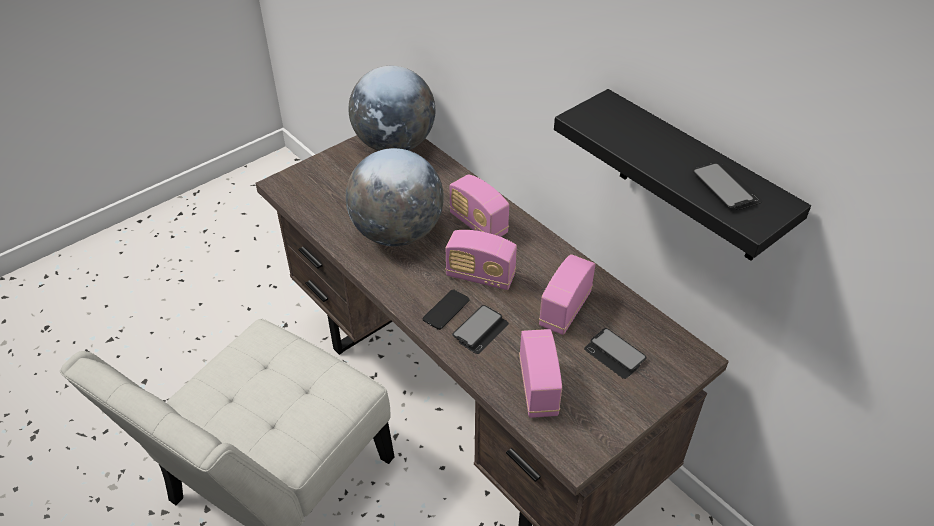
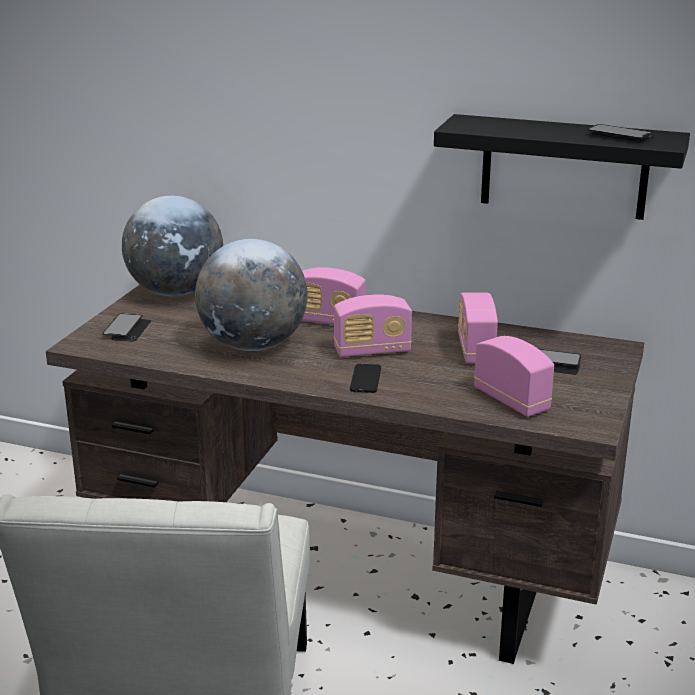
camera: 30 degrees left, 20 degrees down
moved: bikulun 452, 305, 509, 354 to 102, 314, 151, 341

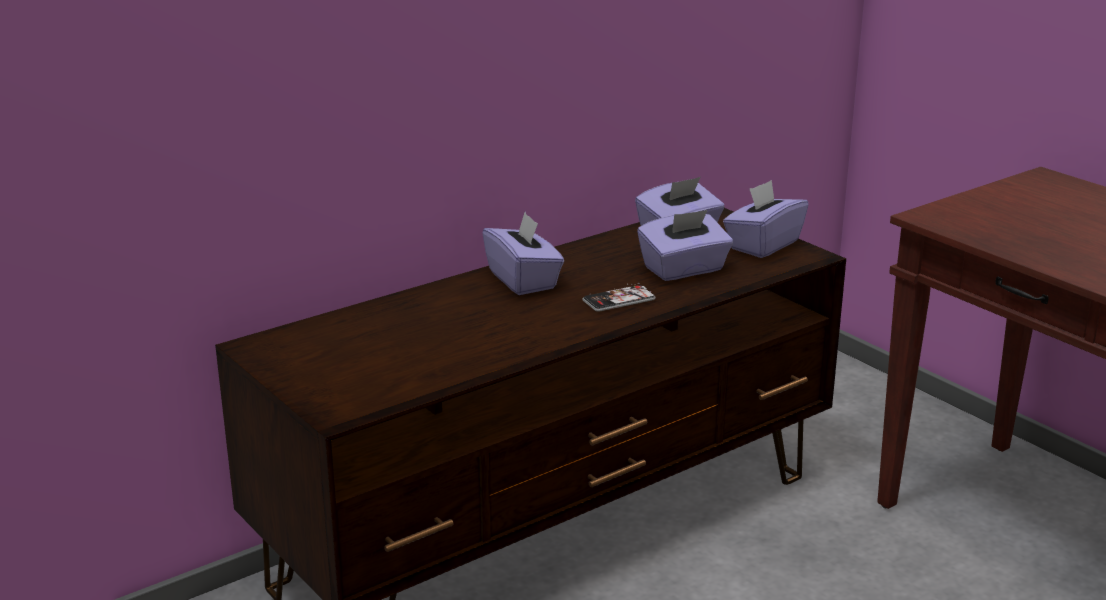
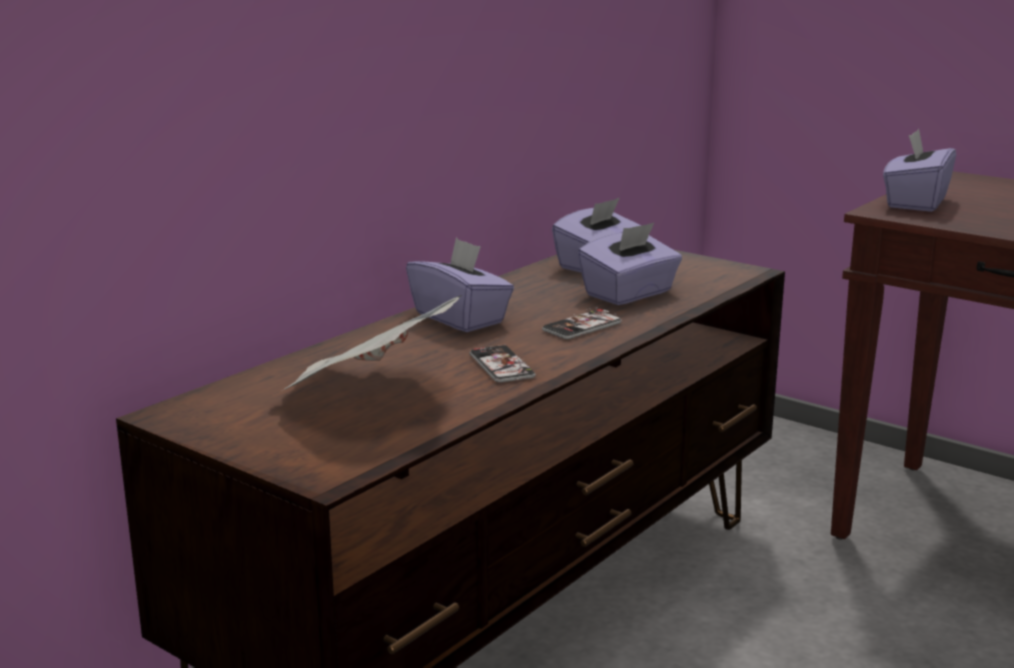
camera: 15 degrees left, 5 degrees down
added: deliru 275, 295, 462, 394; bikulun 470, 344, 535, 383
moved: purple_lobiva 723, 180, 809, 258 to 883, 129, 956, 212

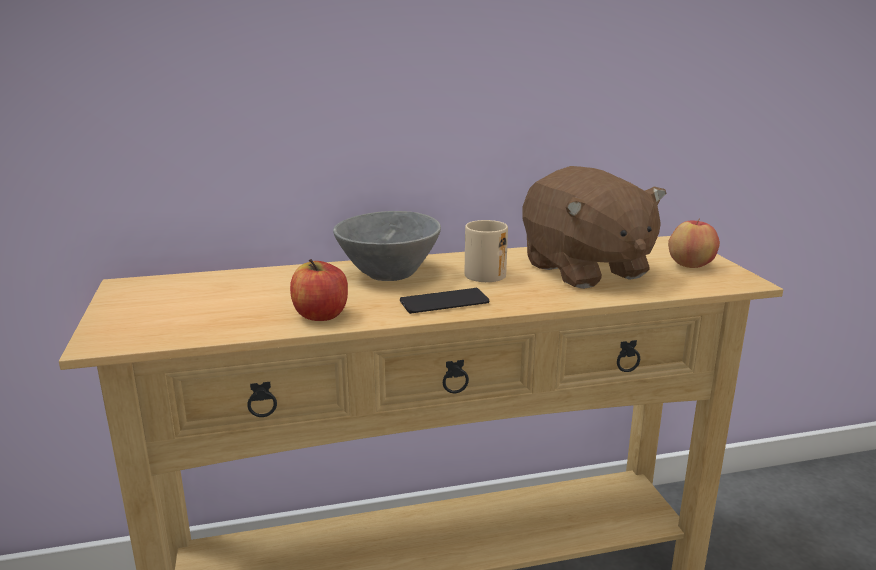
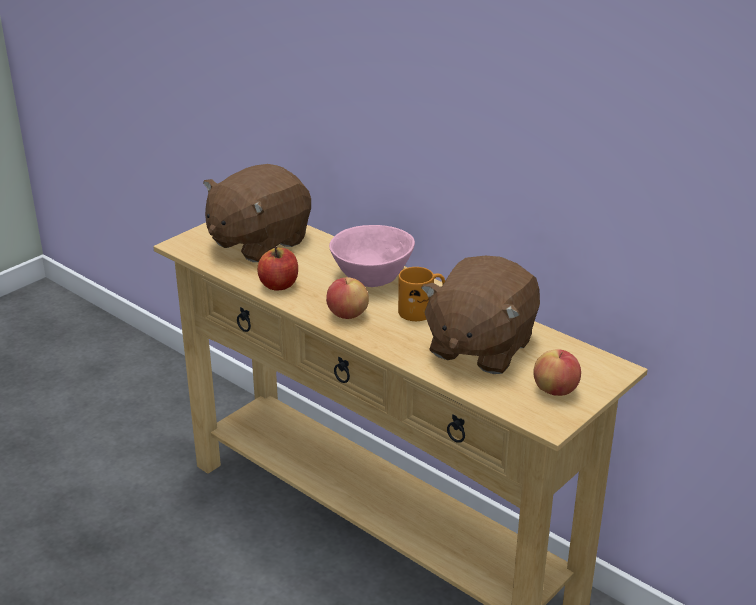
camera: 55 degrees right, 10 degrees up
added: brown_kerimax 203, 164, 311, 262
replaced: bikulun 400, 288, 489, 314 to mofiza 326, 277, 369, 319
recoloured: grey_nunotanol 333, 211, 441, 281 to pink_nunotanol 329, 225, 415, 287; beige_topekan 465, 220, 508, 282 to orange_topekan 398, 267, 445, 321

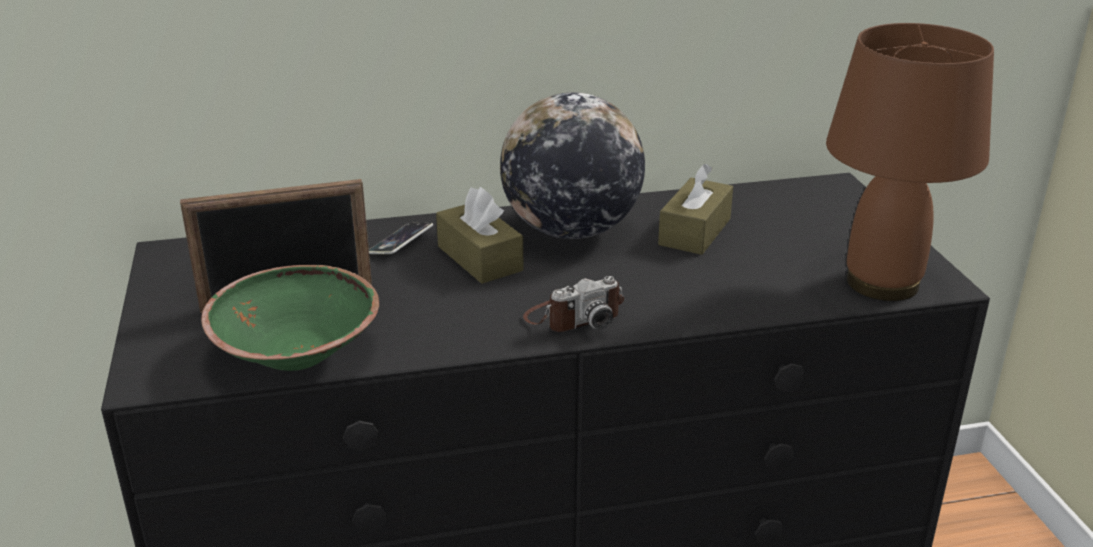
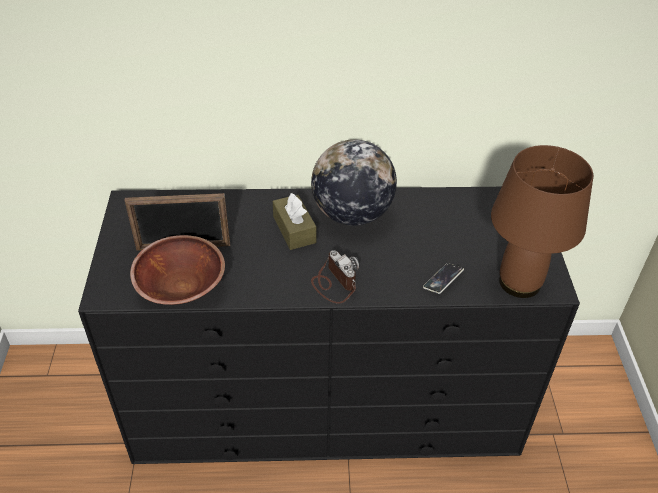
camera: 10 degrees right, 15 degrees up
removed: brown_lobiva 658, 164, 733, 255
moved: bikulun 369, 223, 433, 254 to 423, 263, 464, 294
recoloured: green_nunotanol 201, 265, 379, 371 to brown_nunotanol 130, 235, 225, 305
turned: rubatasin 523, 276, 624, 332 = 311, 250, 360, 304 105 degrees counterclockwise

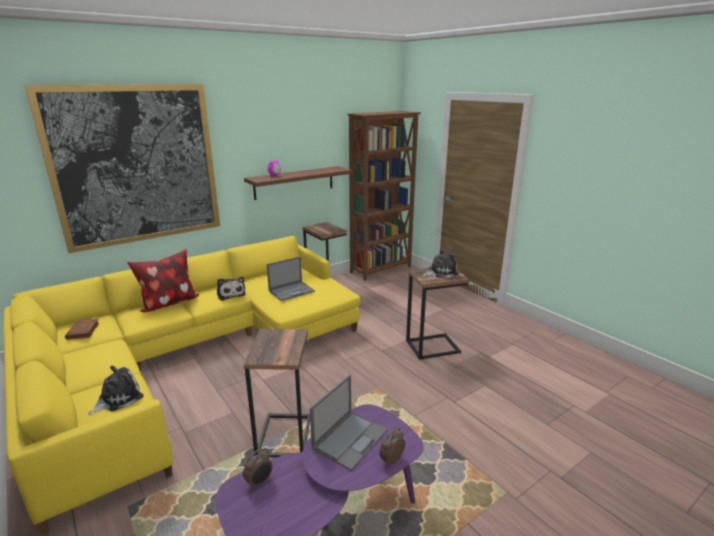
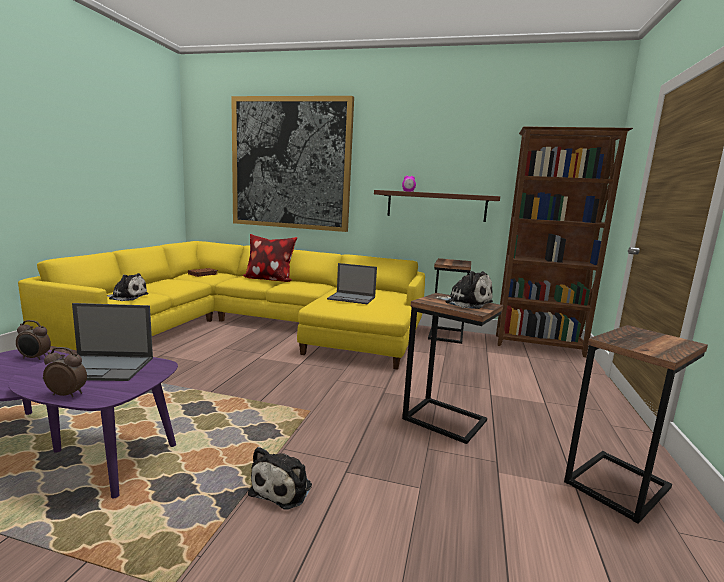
camera: 50 degrees right, 10 degrees down
moved: kerimax 217, 276, 246, 301 to 248, 447, 312, 510; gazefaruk 244, 329, 310, 457 to 564, 325, 708, 524

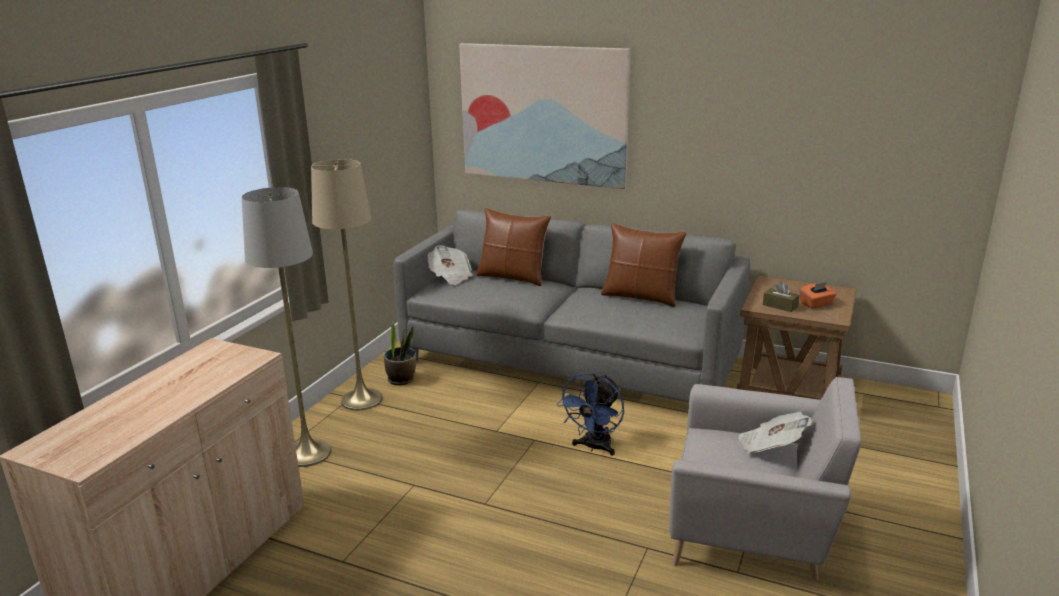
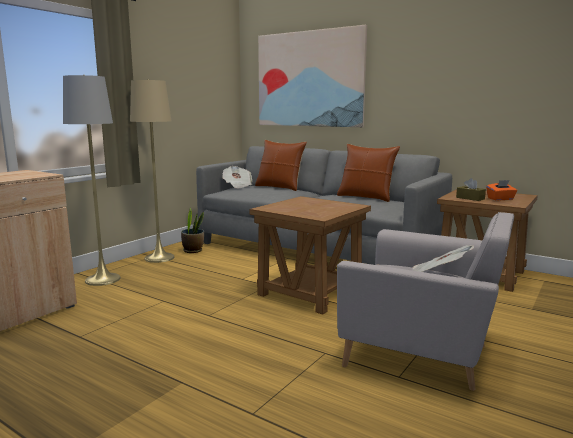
camera: 10 degrees right, 10 degrees down
replaced: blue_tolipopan 557, 373, 624, 456 to brown_gazefaruk 249, 196, 371, 314

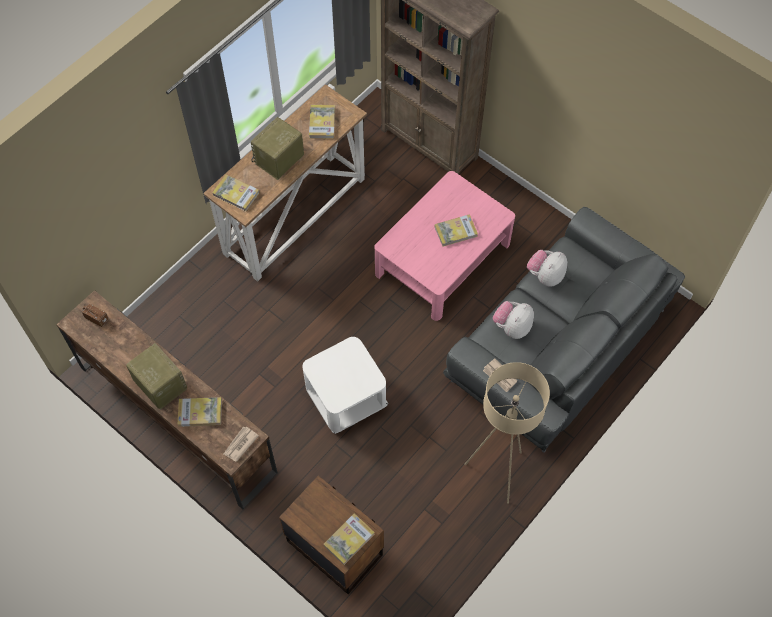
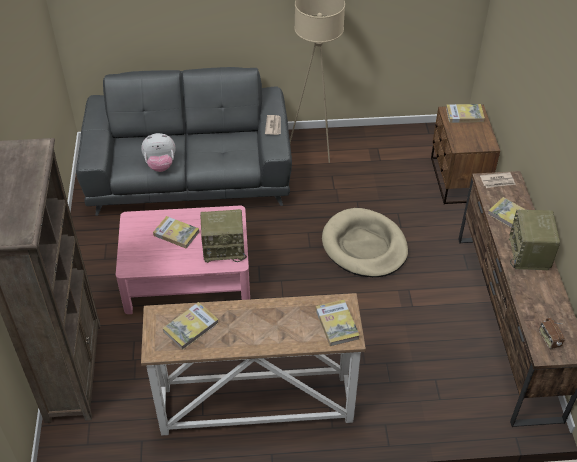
camera: 135 degrees left, 15 degrees down
removed: kerimax 493, 301, 534, 339
moved: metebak 251, 117, 304, 180 to 200, 209, 247, 263
replaced: white_gazefaruk 303, 337, 388, 434 to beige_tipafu 322, 208, 408, 277

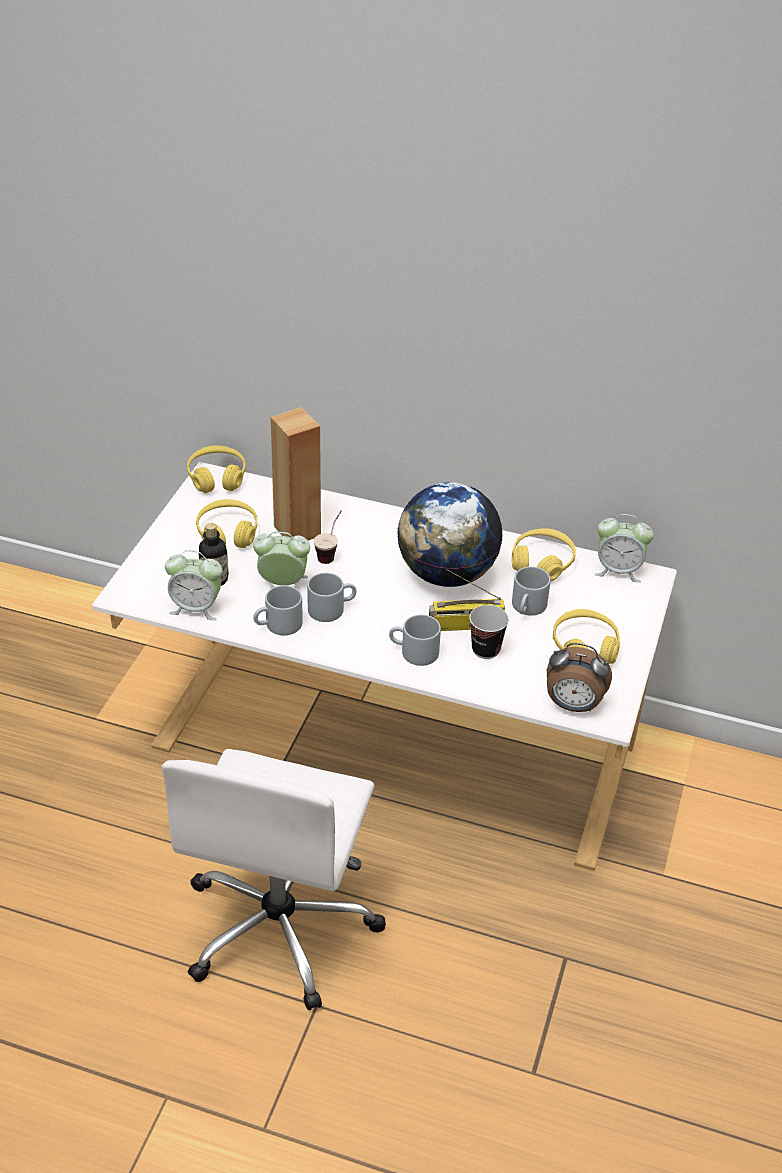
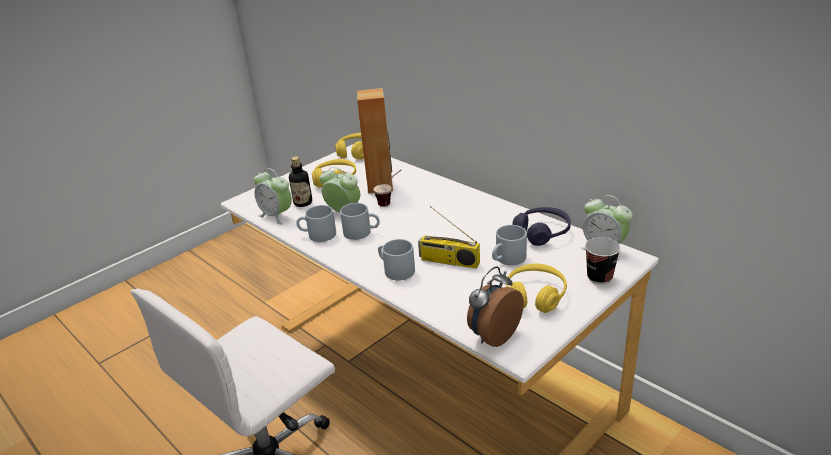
camera: 30 degrees right, 10 degrees down
removed: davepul 397, 482, 503, 587
moved: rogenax 469, 605, 509, 659 to 585, 237, 621, 284
recoloured: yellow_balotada 512, 528, 576, 582 to purple_balotada 512, 207, 571, 246
turned: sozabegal 547, 643, 612, 712 = 467, 266, 524, 347 90 degrees clockwise

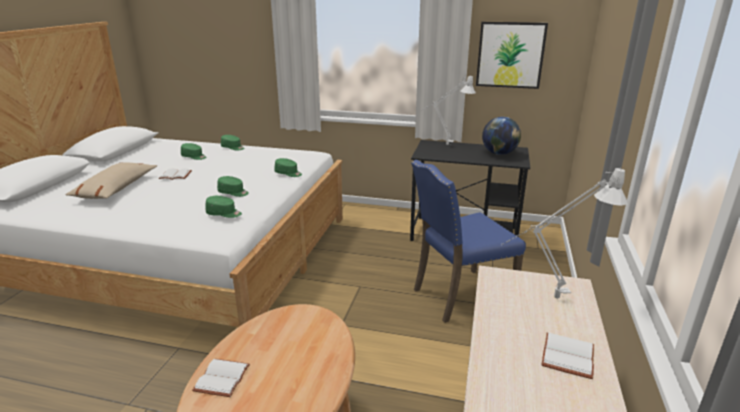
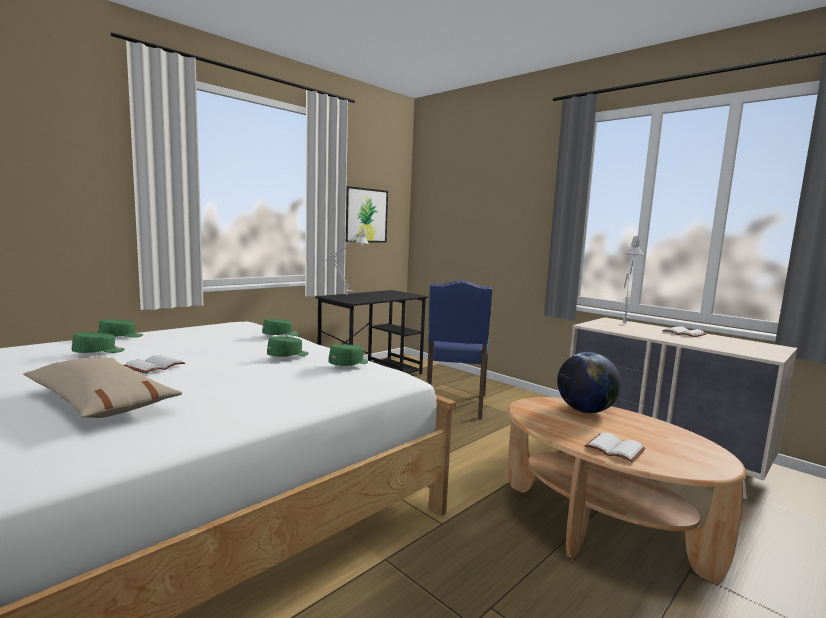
camera: 60 degrees left, 15 degrees down
moved: davepul 482, 117, 521, 155 to 557, 352, 621, 413

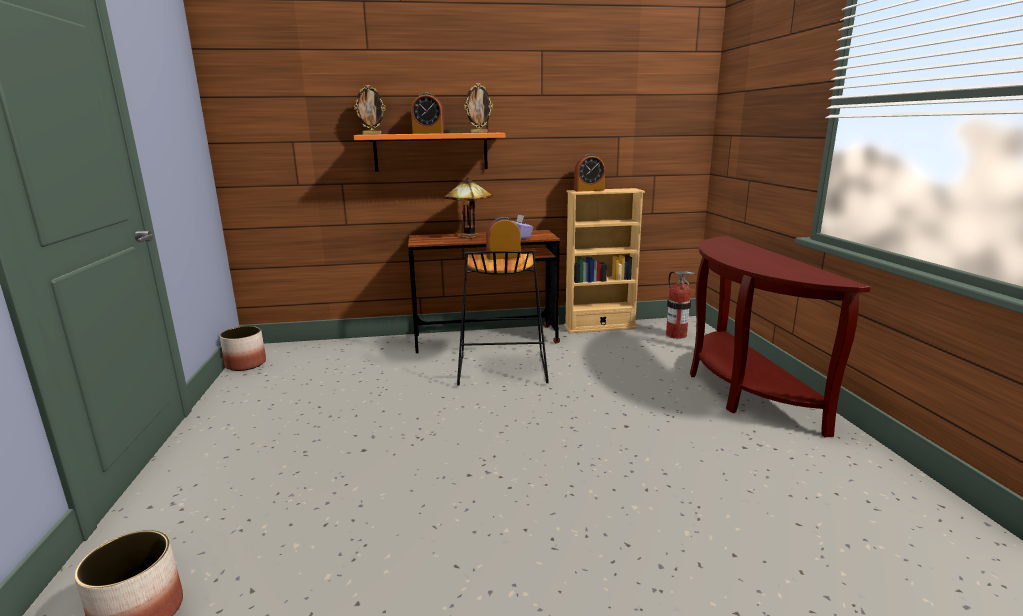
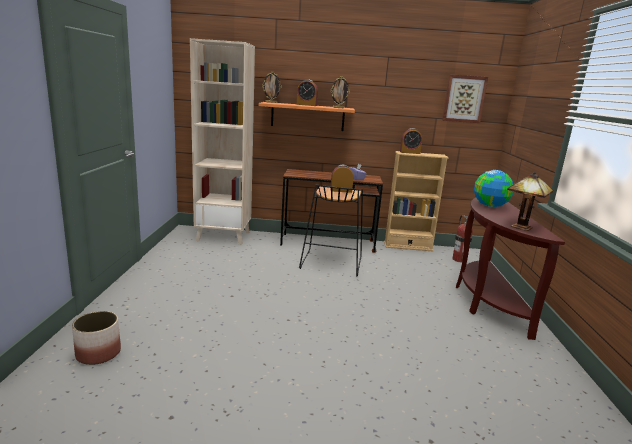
camera: 10 degrees right, 0 degrees up
removed: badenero 220, 326, 266, 371
added: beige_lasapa 190, 38, 255, 245; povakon 442, 74, 488, 123; davepul 474, 170, 513, 207
moved: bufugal 444, 177, 493, 239 to 507, 172, 553, 231

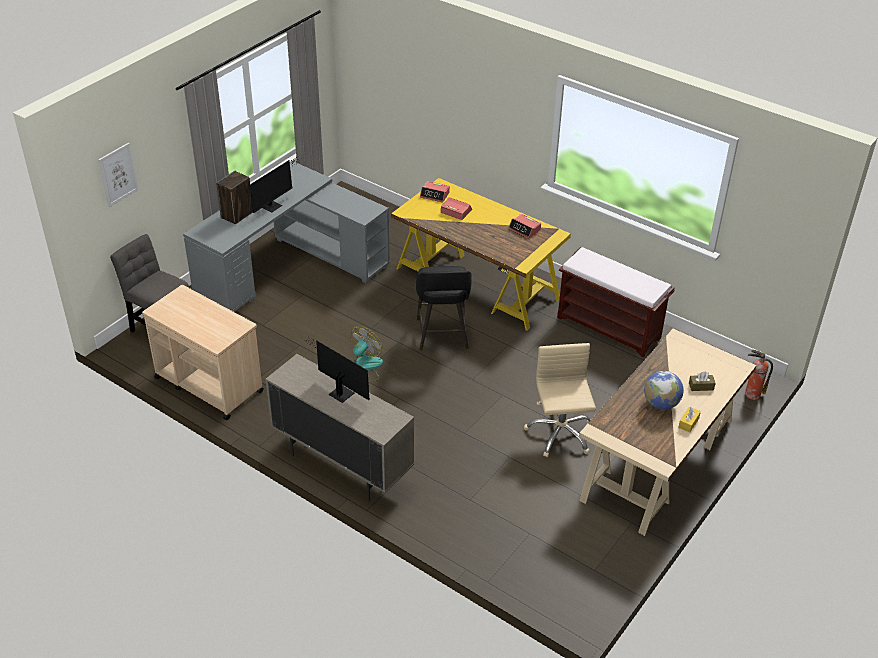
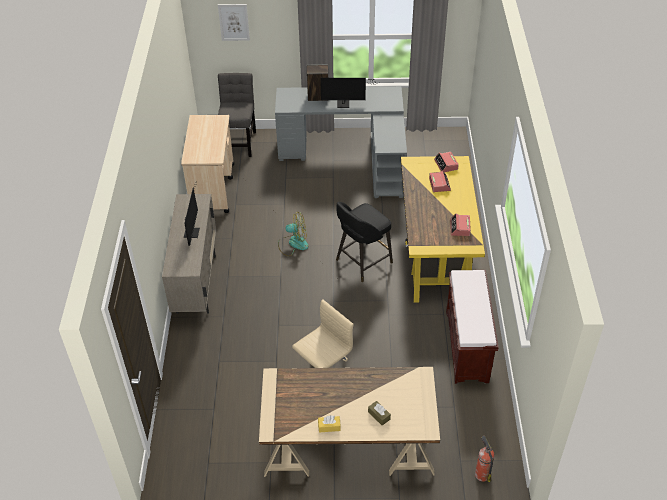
camera: 55 degrees right, 5 degrees up
removed: davepul 644, 371, 684, 410

